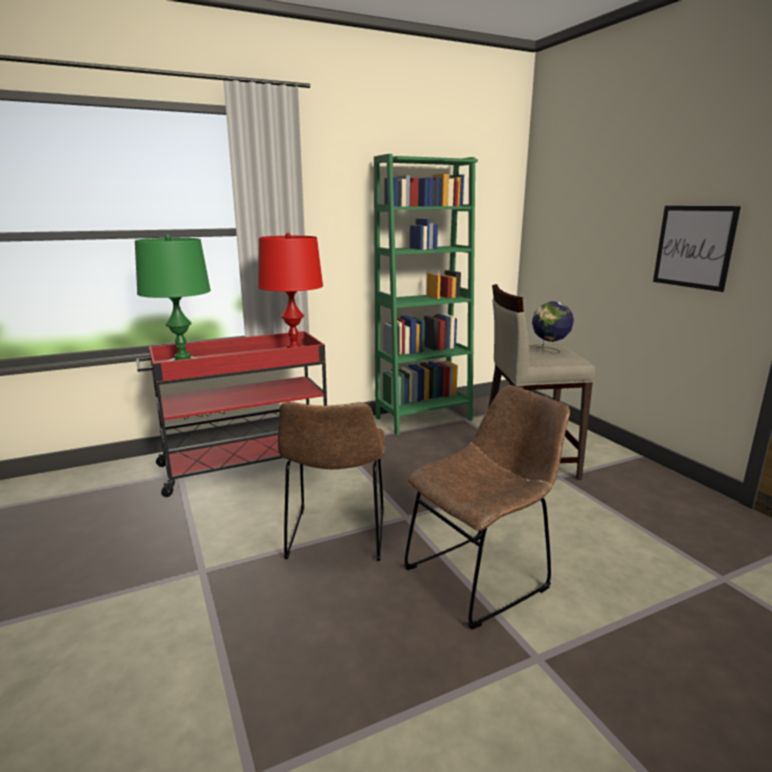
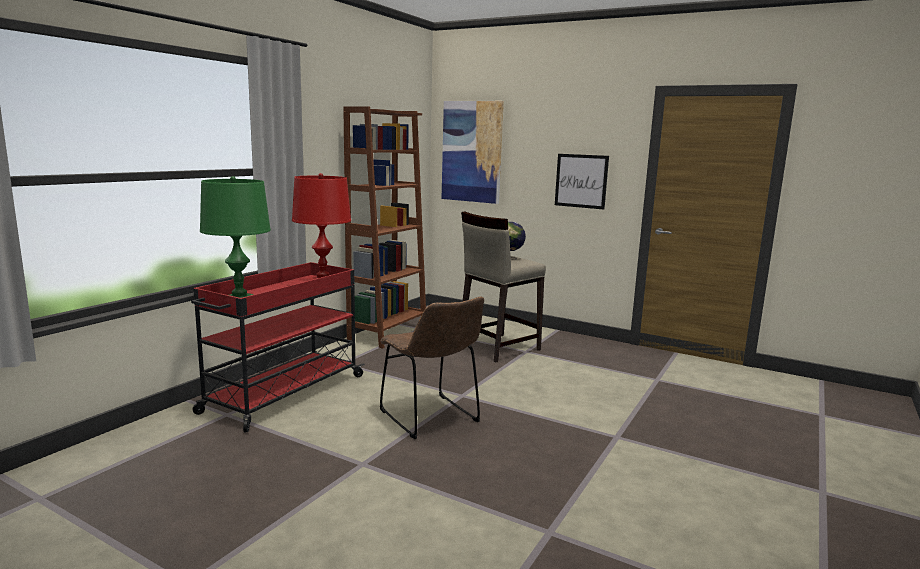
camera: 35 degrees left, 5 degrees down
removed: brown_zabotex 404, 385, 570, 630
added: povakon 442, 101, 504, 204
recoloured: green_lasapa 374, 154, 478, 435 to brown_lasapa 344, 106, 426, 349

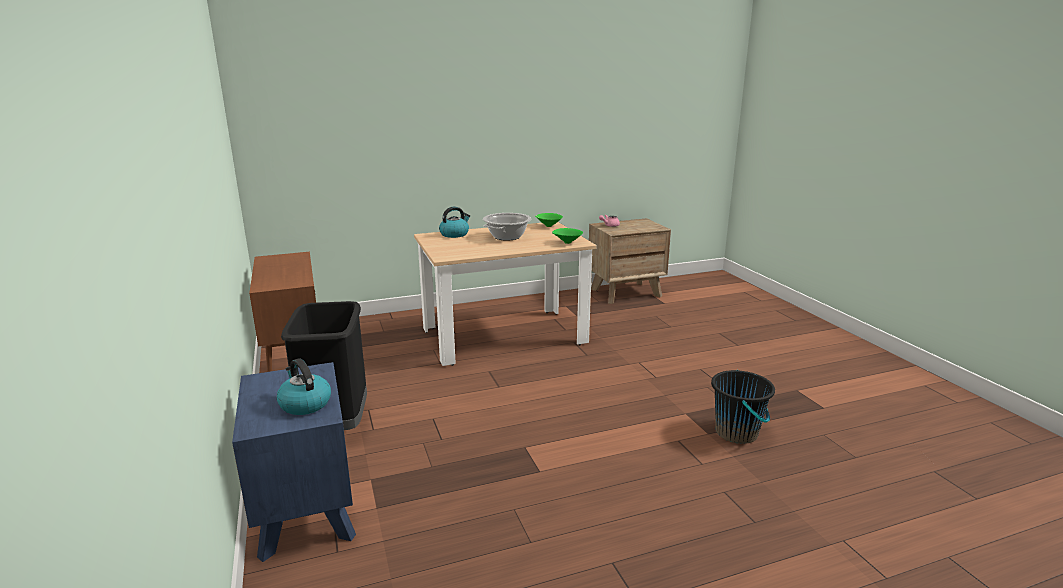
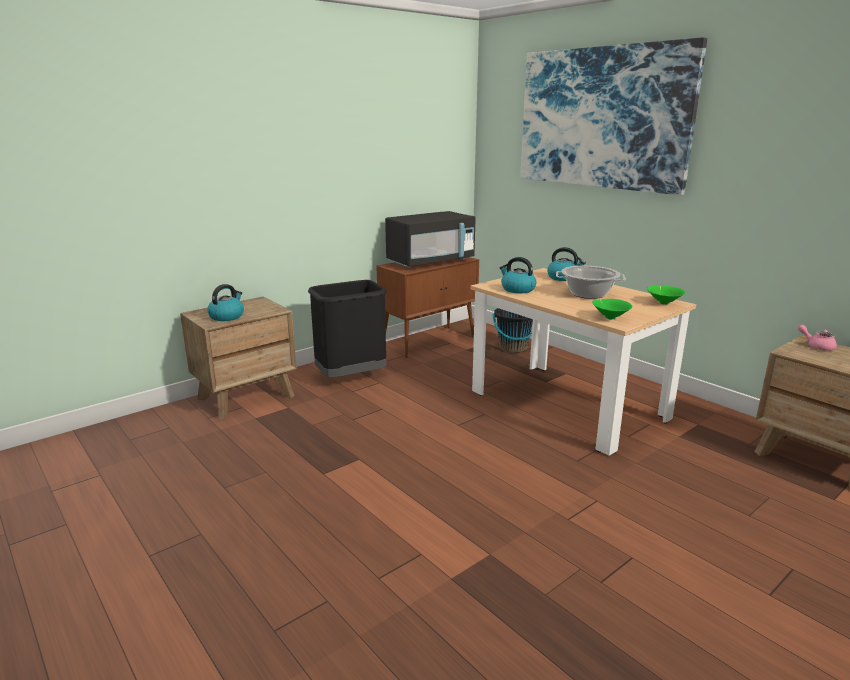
camera: 70 degrees right, 0 degrees up
added: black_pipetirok 385, 211, 476, 268; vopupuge 500, 257, 537, 293; povakon 520, 37, 707, 195
moved: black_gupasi 711, 370, 775, 444 to 492, 308, 533, 353
recoloured: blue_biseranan 232, 362, 356, 562 to brown_biseranan 180, 297, 297, 419

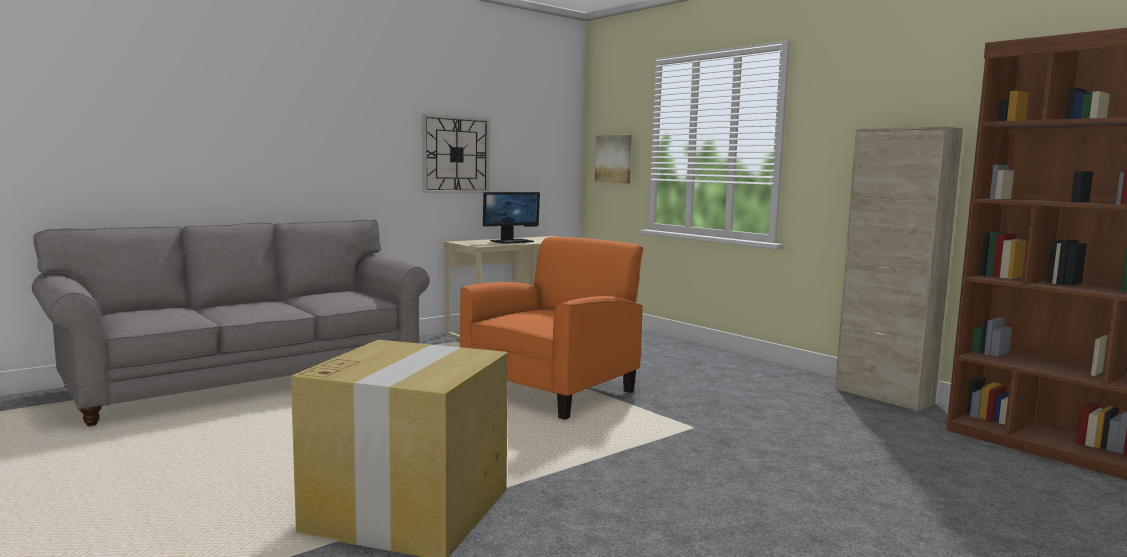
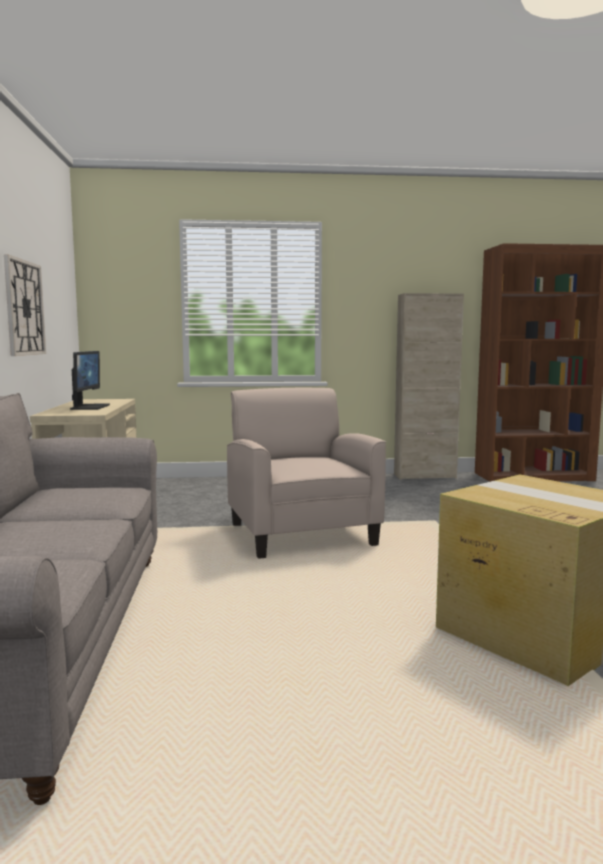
camera: 55 degrees left, 0 degrees up
removed: povakon 595, 135, 632, 183
recoloured: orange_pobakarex 460, 237, 643, 420 to beige_pobakarex 227, 388, 386, 559

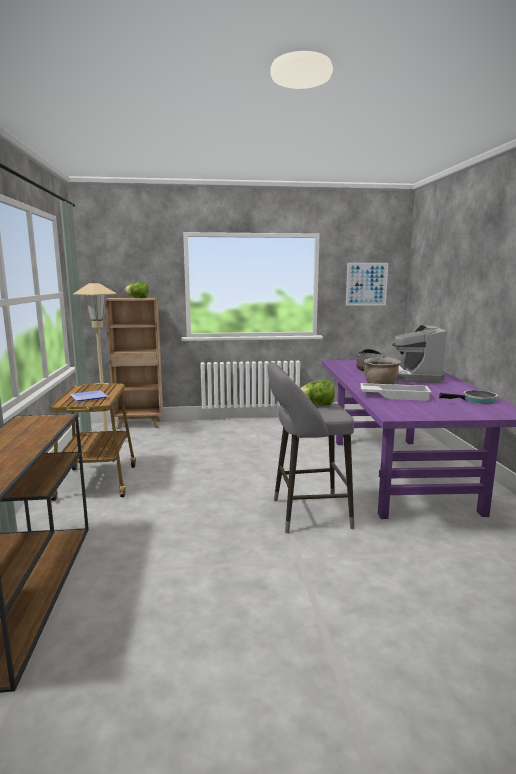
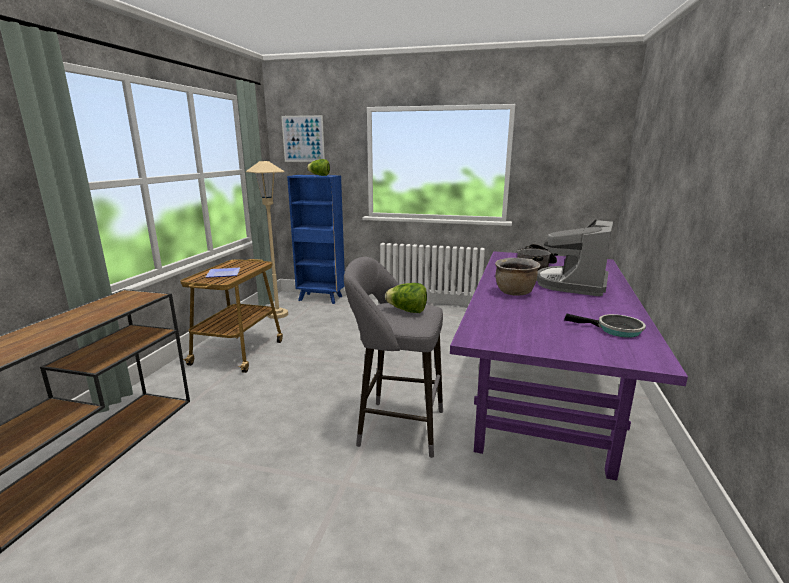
camera: 20 degrees right, 5 degrees up
removed: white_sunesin 360, 383, 432, 401
moved: povakon 346, 263, 388, 306 to 281, 115, 325, 162
recoloured: brown_lasapa 105, 298, 163, 430 to blue_lasapa 287, 175, 345, 304

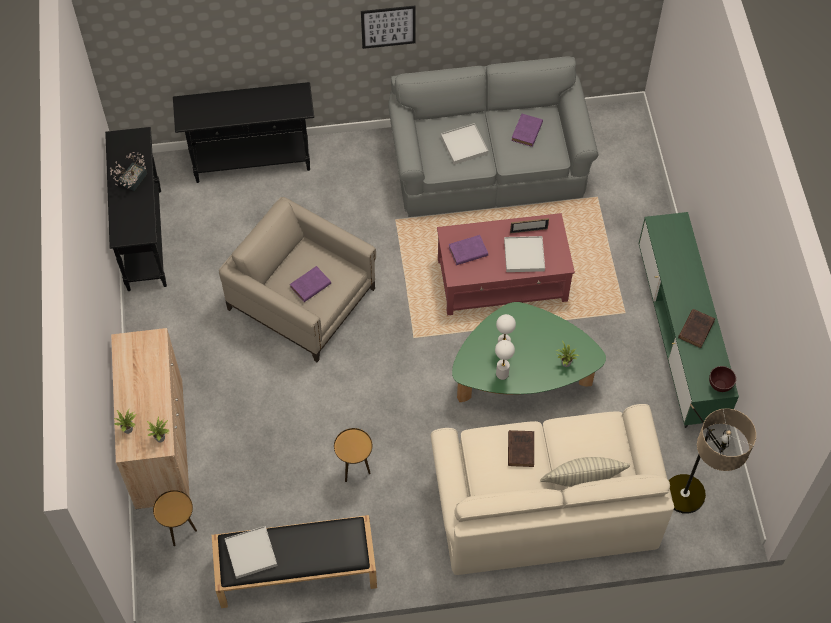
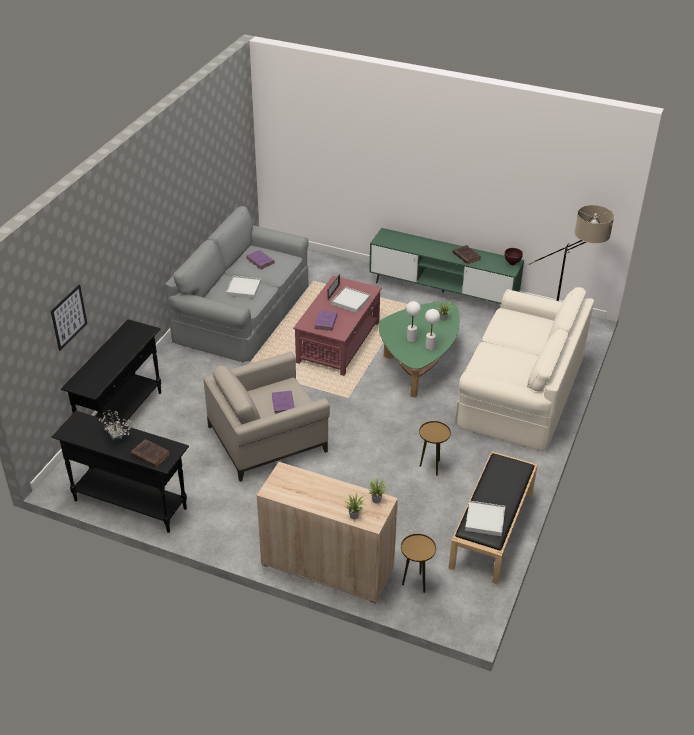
camera: 60 degrees left, 20 degrees down
removed: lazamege 540, 457, 630, 487
moved: povakon 361, 6, 416, 49 to 51, 284, 87, 351; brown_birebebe 508, 430, 534, 467 to 131, 439, 170, 467

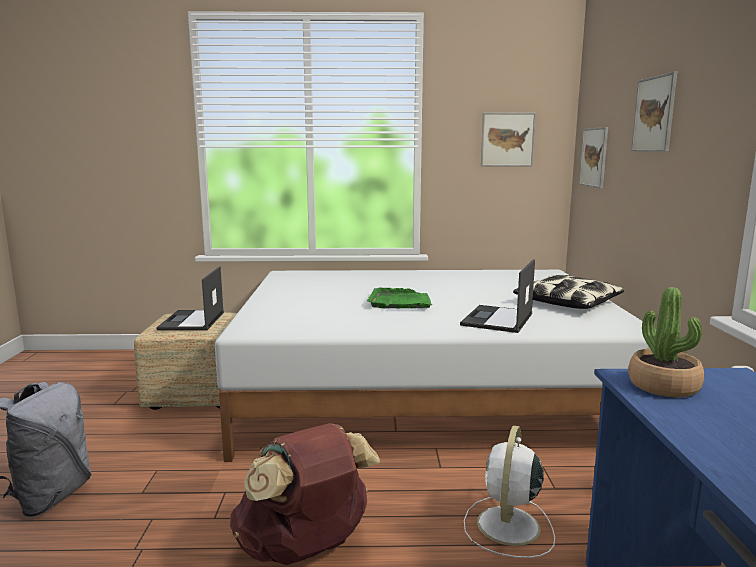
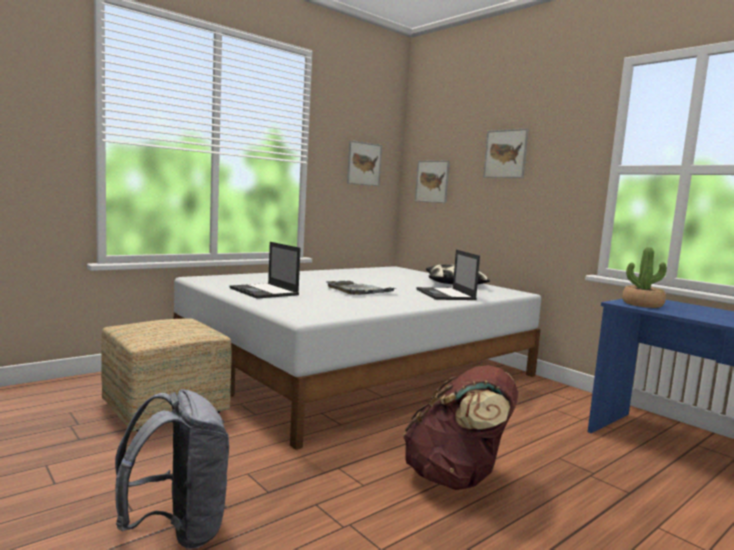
camera: 40 degrees left, 5 degrees down
removed: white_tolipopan 464, 425, 555, 558
moved: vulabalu 156, 266, 224, 330 to 230, 242, 301, 299
recoloured: green_sunesin 367, 288, 432, 308 to grey_sunesin 326, 281, 397, 295

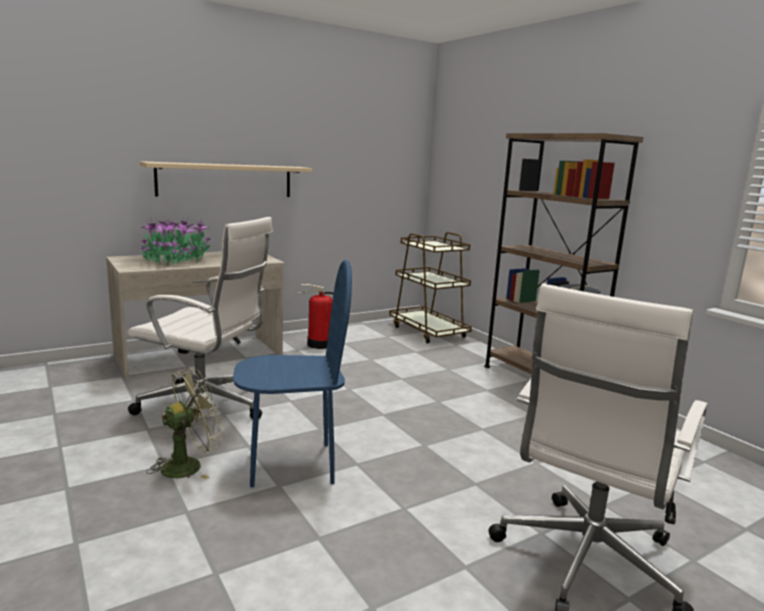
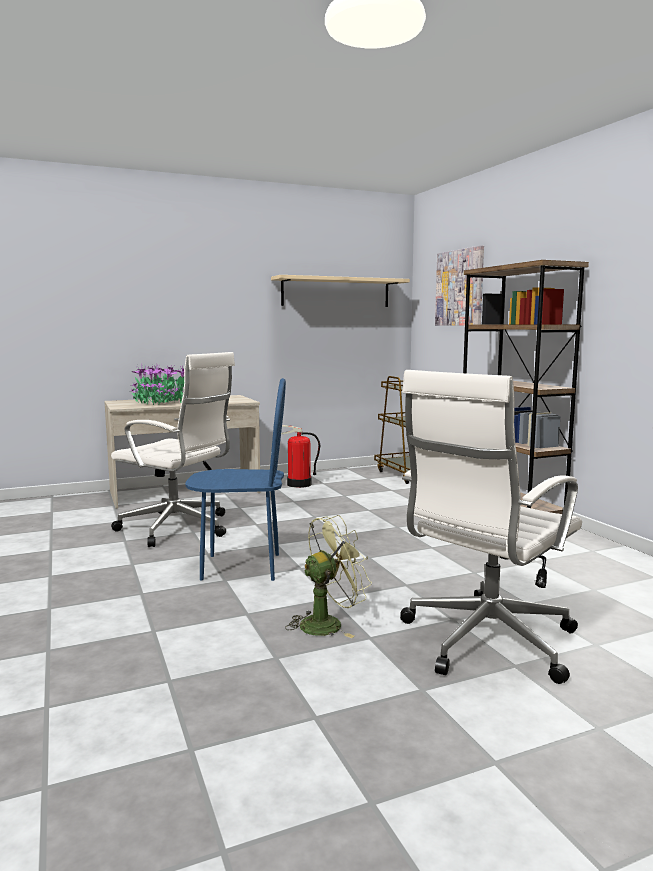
camera: 10 degrees right, 5 degrees down
added: povakon 435, 245, 484, 326
moved: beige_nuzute 140, 161, 313, 197 to 271, 275, 410, 307; green_tolipopan 146, 368, 224, 480 to 285, 515, 372, 638

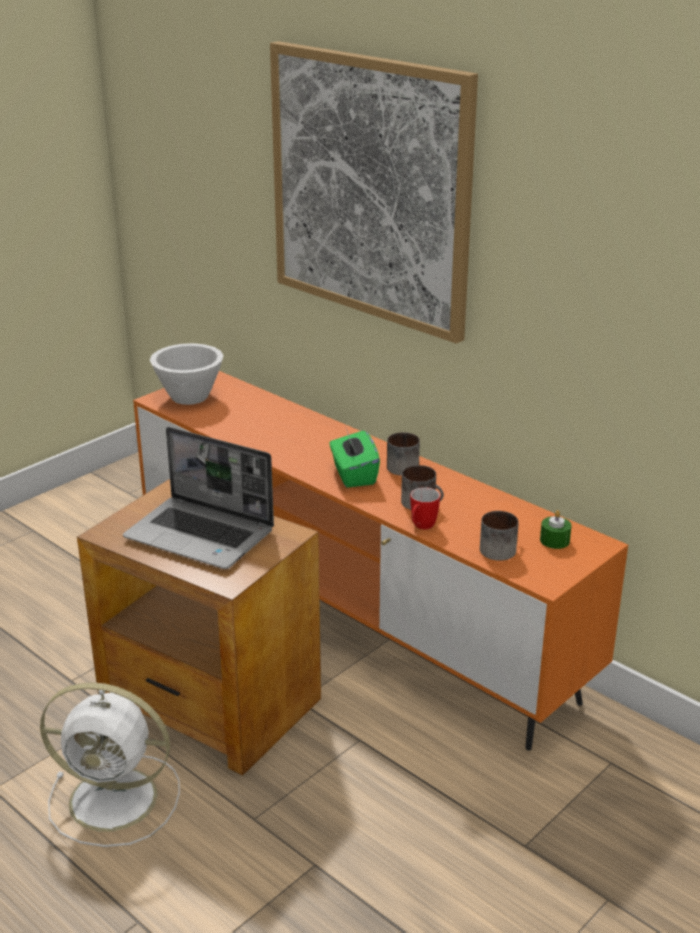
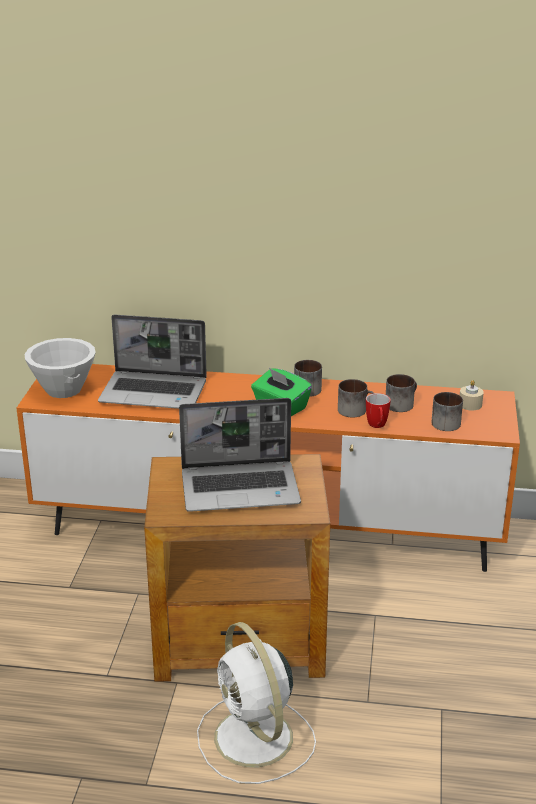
camera: 35 degrees left, 0 degrees up
removed: povakon 270, 41, 478, 344
added: vulabalu 98, 315, 207, 409; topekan 386, 374, 417, 412
recoloured: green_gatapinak 540, 510, 572, 549 to beige_gatapinak 460, 380, 484, 411
turned: white_tolipopan 40, 682, 180, 847 = 197, 622, 316, 784 90 degrees clockwise

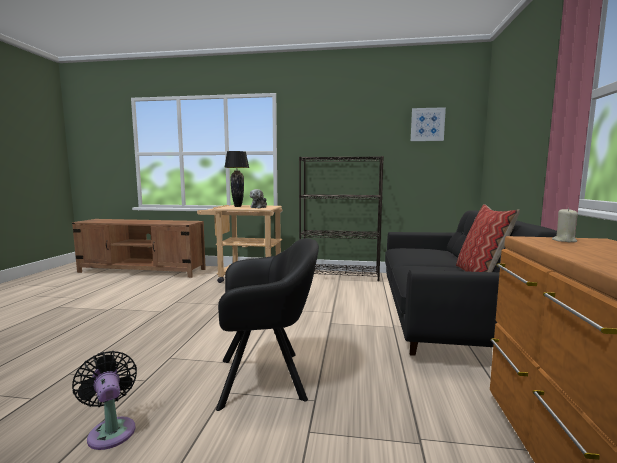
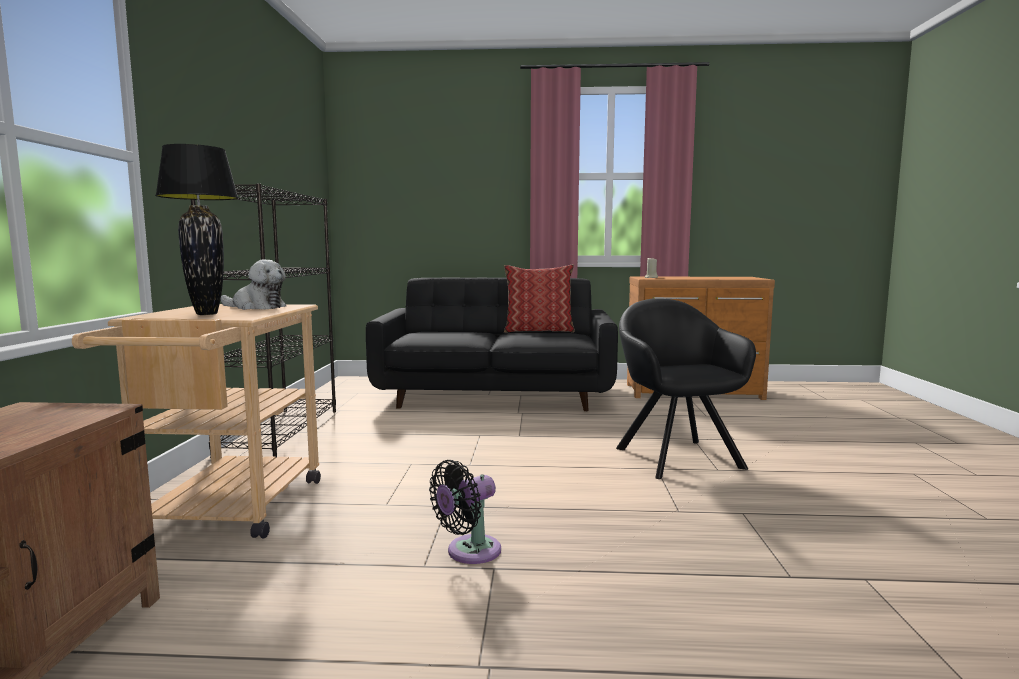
camera: 95 degrees left, 0 degrees up
removed: povakon 411, 107, 446, 141
moved: black_tolipopan 72, 351, 137, 450 to 429, 460, 501, 564

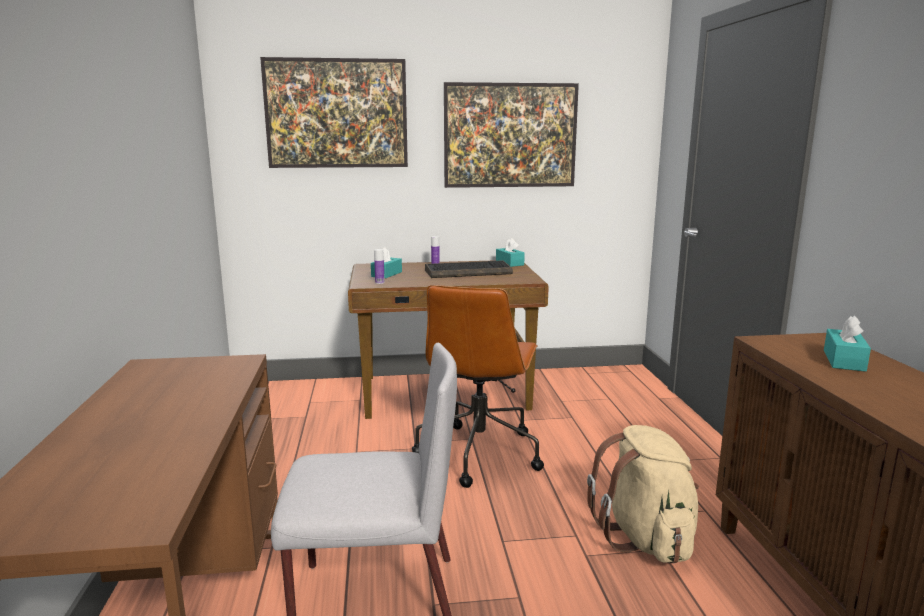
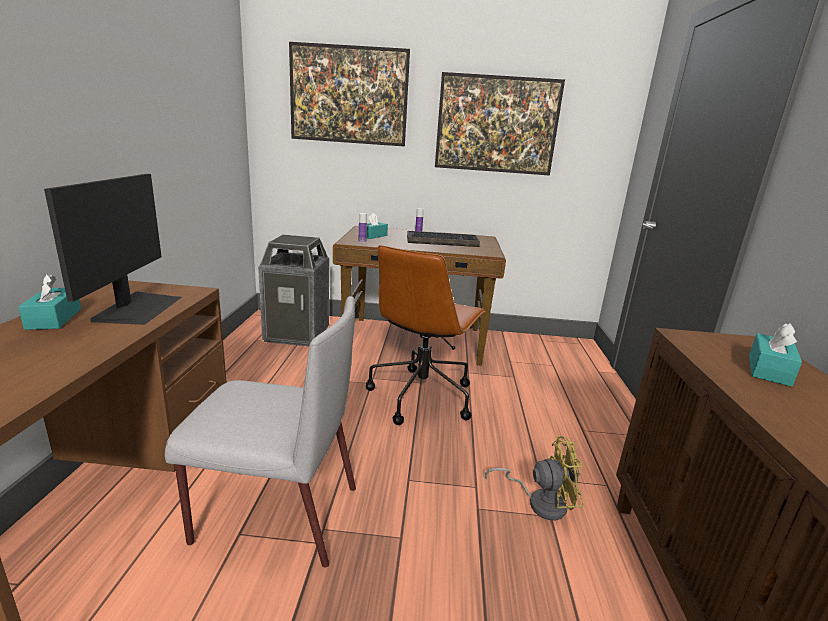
camera: 10 degrees right, 5 degrees up
added: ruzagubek 44, 174, 182, 325; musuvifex 258, 235, 329, 346
moved: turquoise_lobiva 496, 238, 525, 267 to 18, 274, 81, 330
replaced: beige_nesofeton 587, 425, 699, 564 to yellow_tolipopan 485, 436, 584, 520

